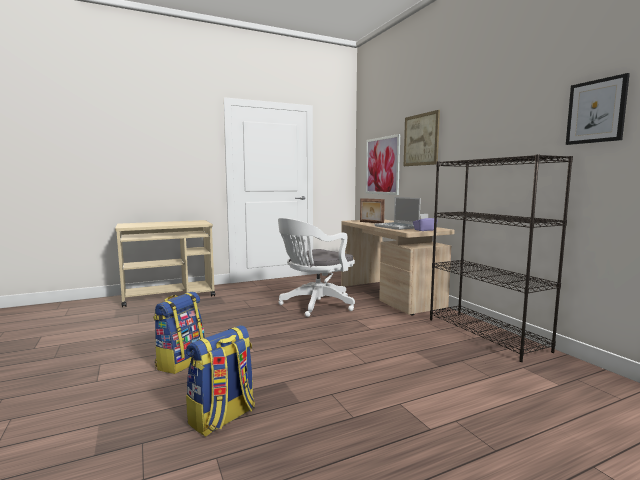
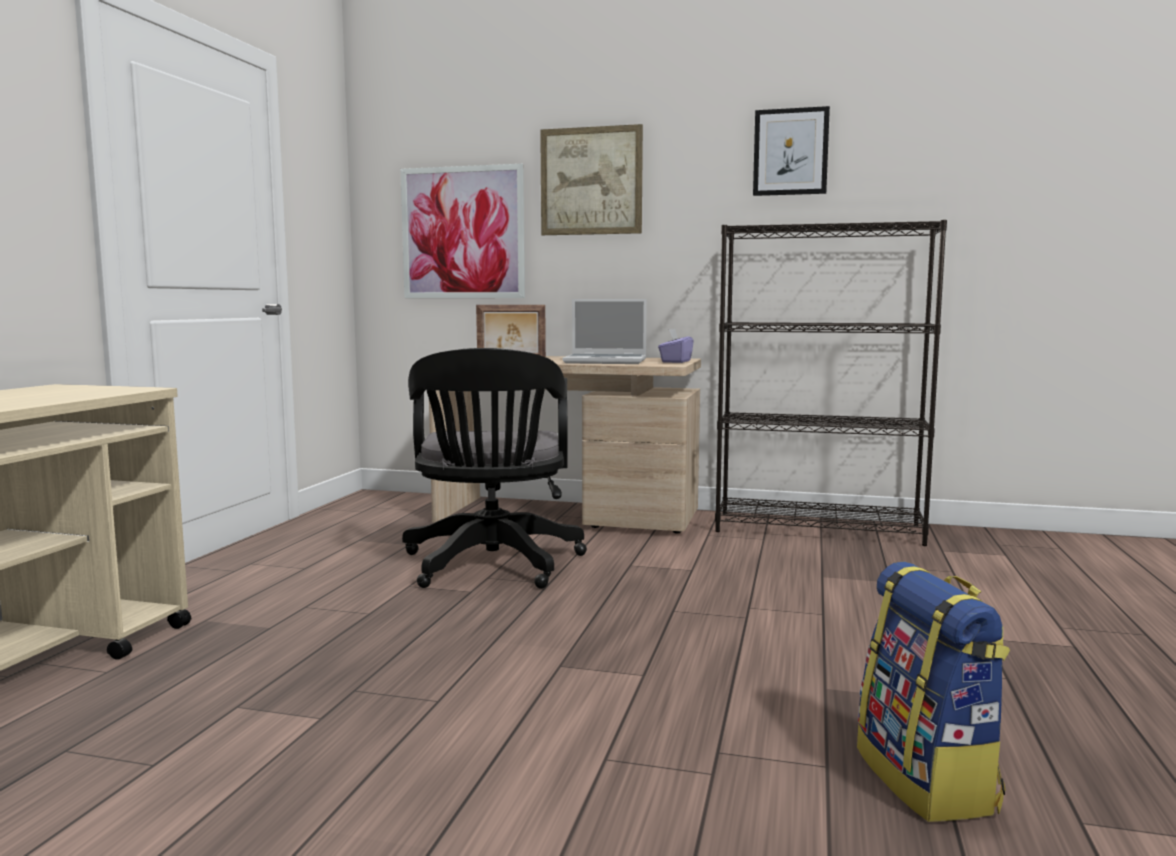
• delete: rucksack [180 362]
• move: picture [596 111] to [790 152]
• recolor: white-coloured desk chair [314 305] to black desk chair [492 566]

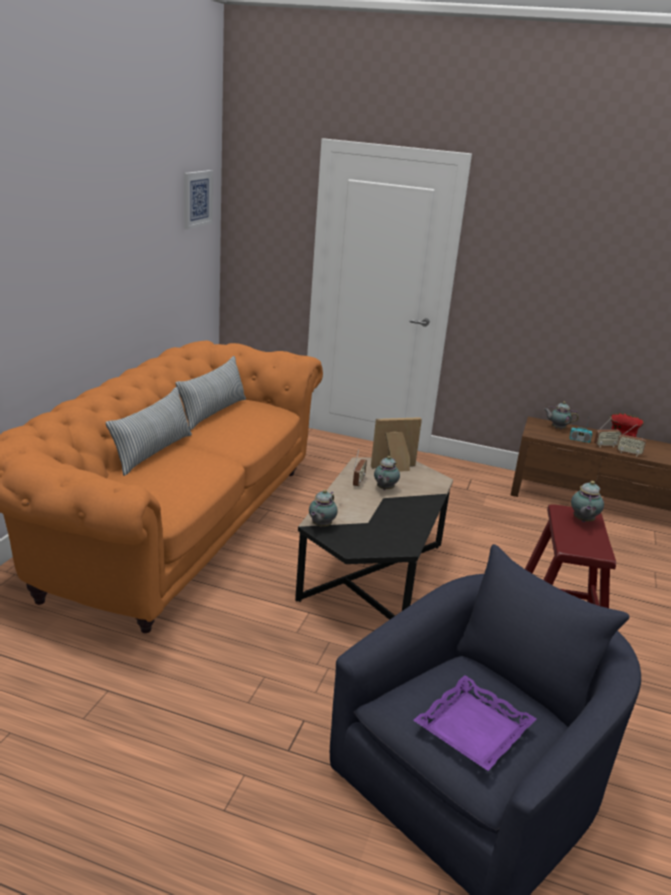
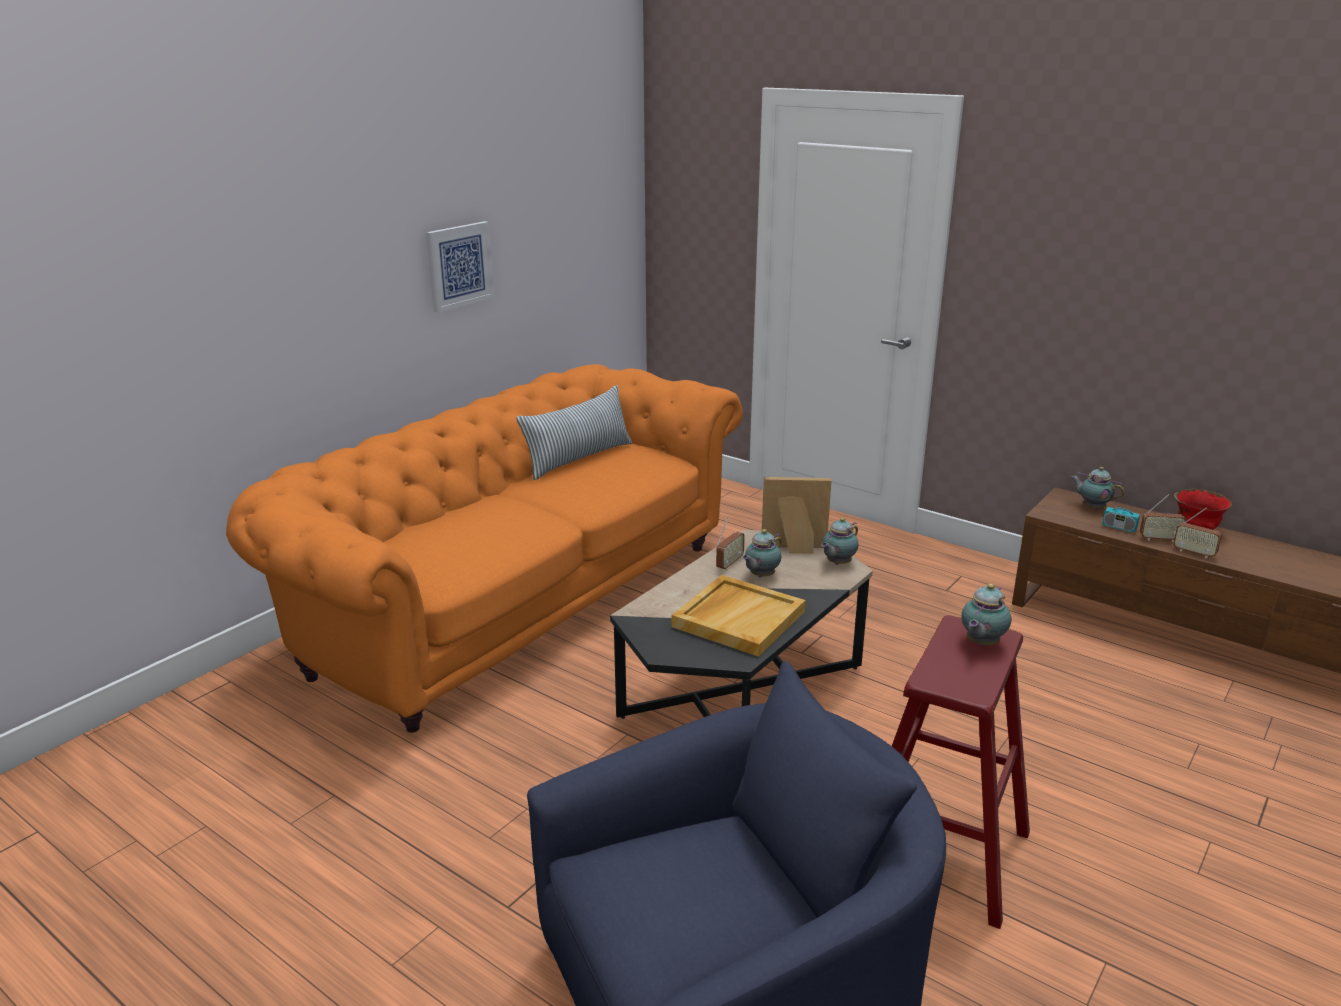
• delete: throw pillow [153 452]
• delete: purplish carrying tray [474 729]
• insert: beige-coloured carrying tray [738 618]
• move: picture [197 199] to [459 265]
• move: tea pot [320 526] to [837 563]

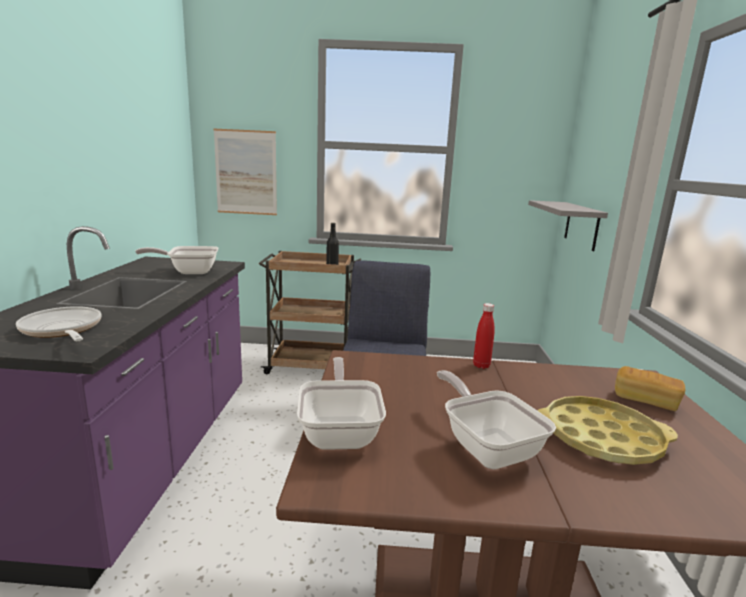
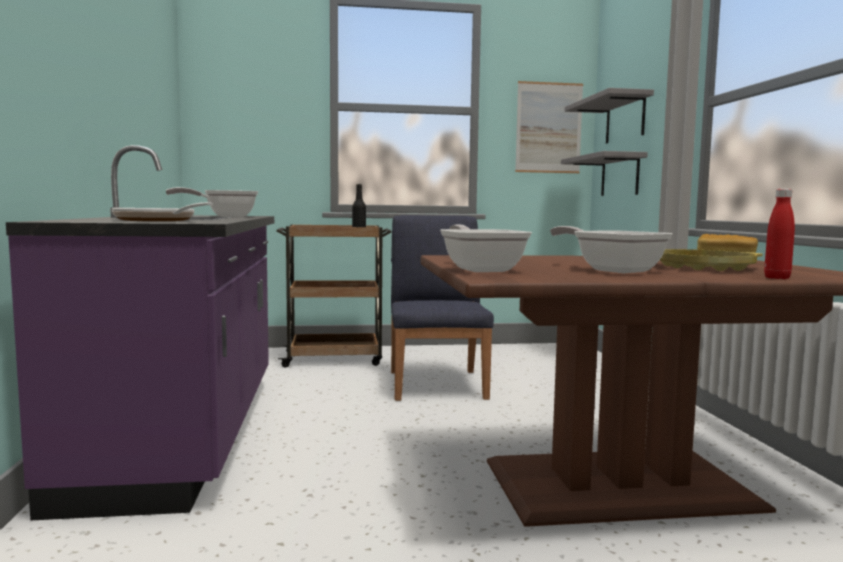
• insert: greyish shelf [625 119]
• move: picture [246 172] to [548 128]
• move: red drink bottle [481 365] to [777 278]

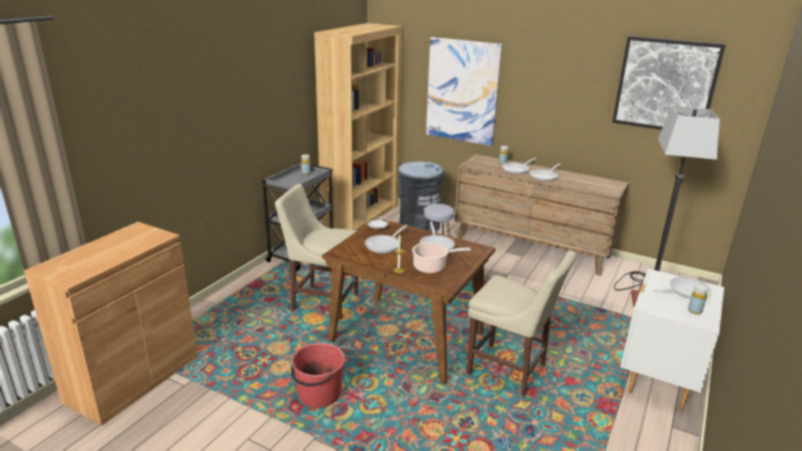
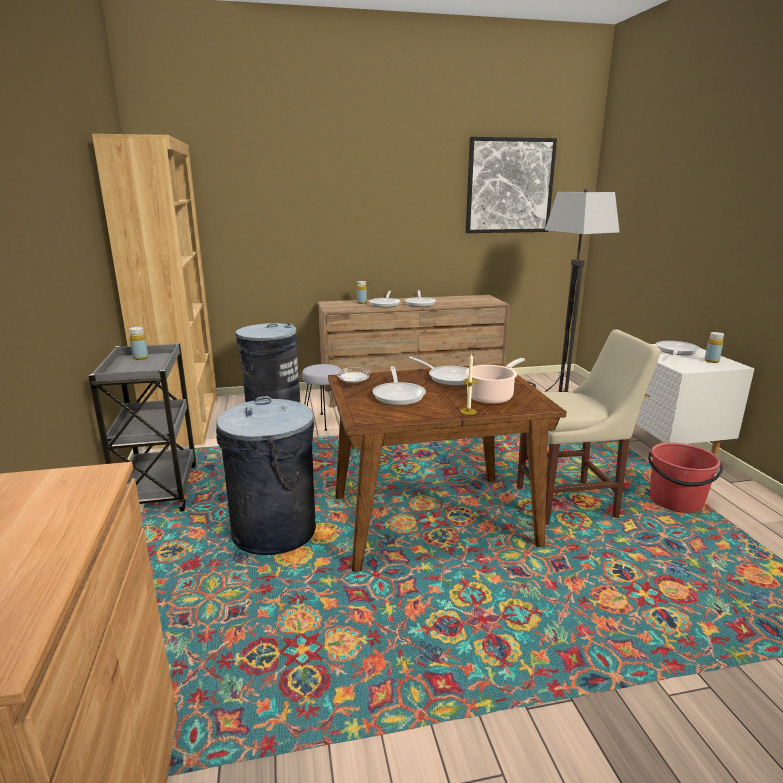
• delete: picture [462 91]
• move: red water bucket [319 394] to [676 501]
• replace: beige-coloured plain chair [322 302] to greyish trash can [273 531]

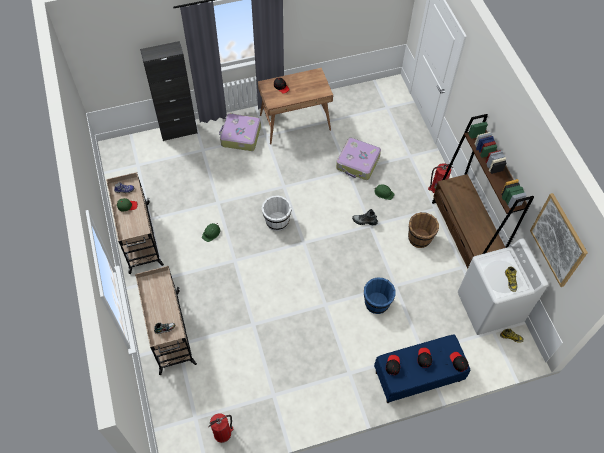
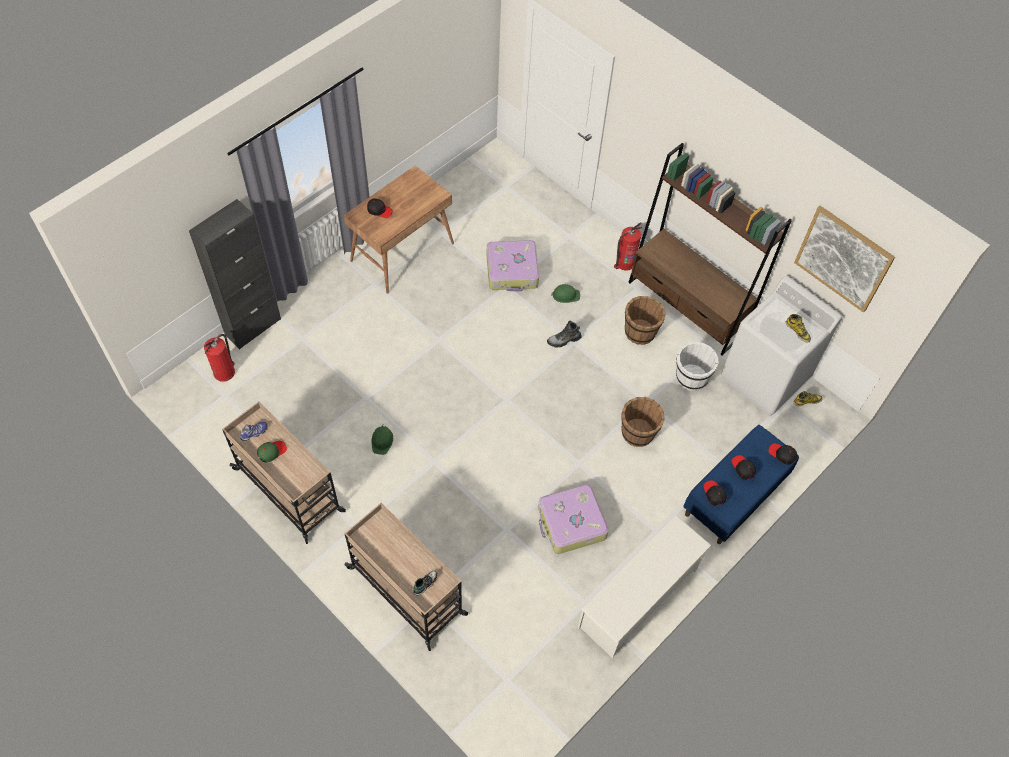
• insert: white-coloured shoe rack [638 599]
• move: fire-fighting cylinder [223 433] to [225 372]
• move: piece of luggage [240 136] to [571 523]
• move: white-coloured water bucket [277 221] to [691 378]
• recolor: bluish water bucket [376 303] to brown-coloured water bucket [638 433]

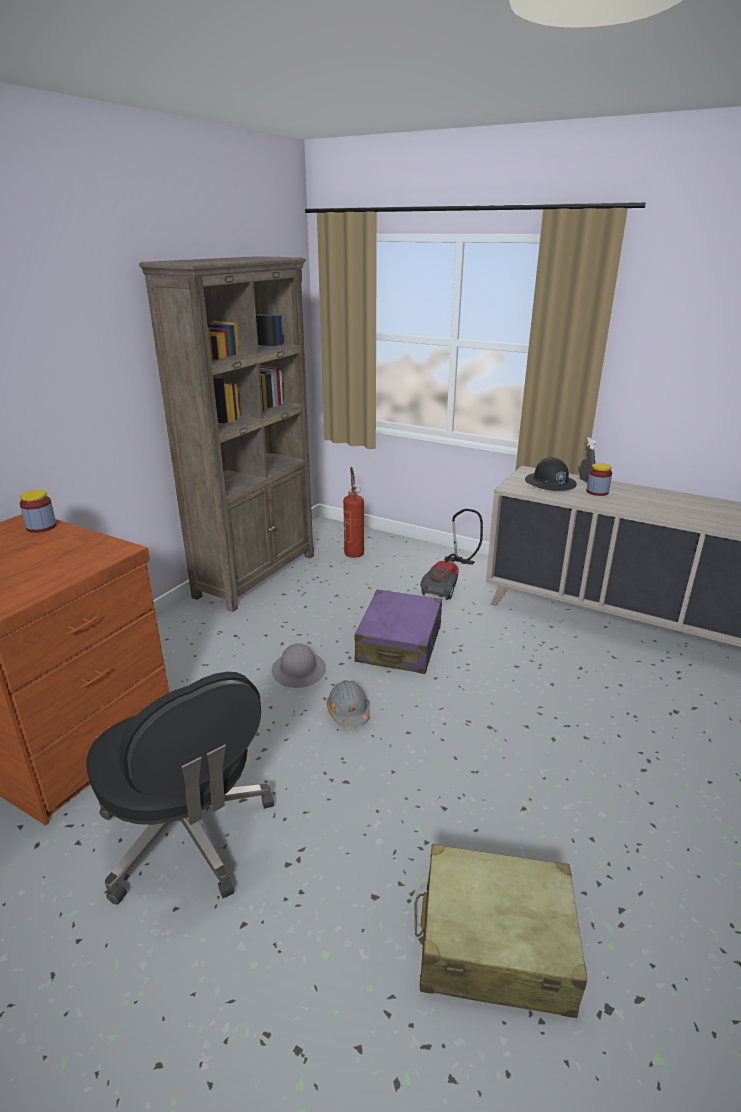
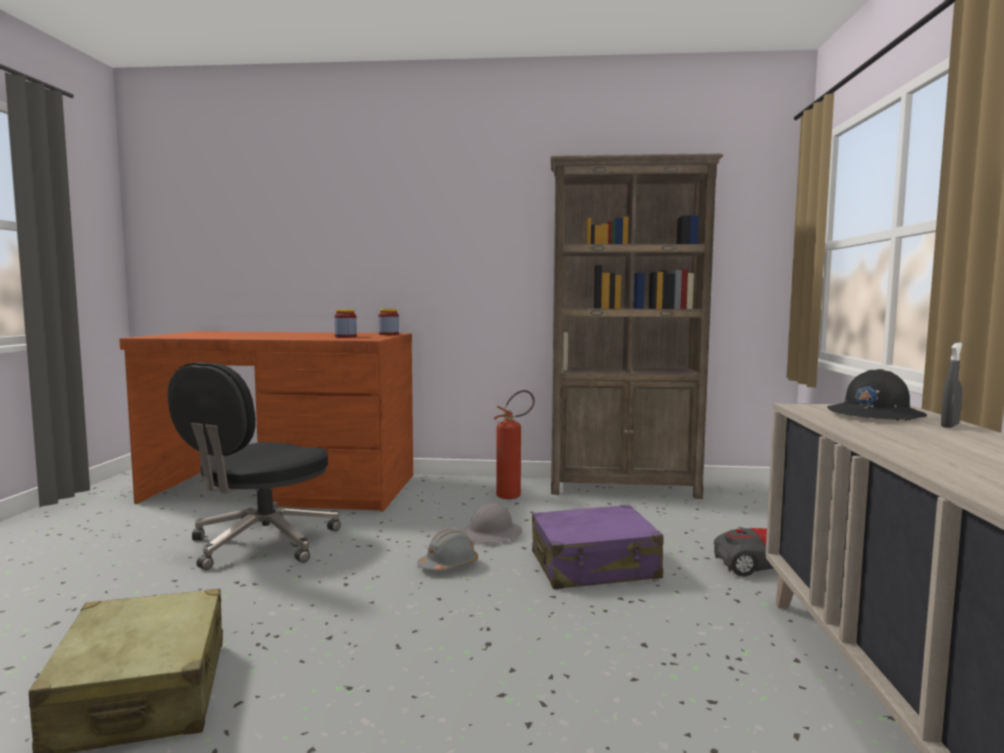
• move: fire-fighting cylinder [353 551] to [514 495]
• move: storage jar [597 492] to [345 336]

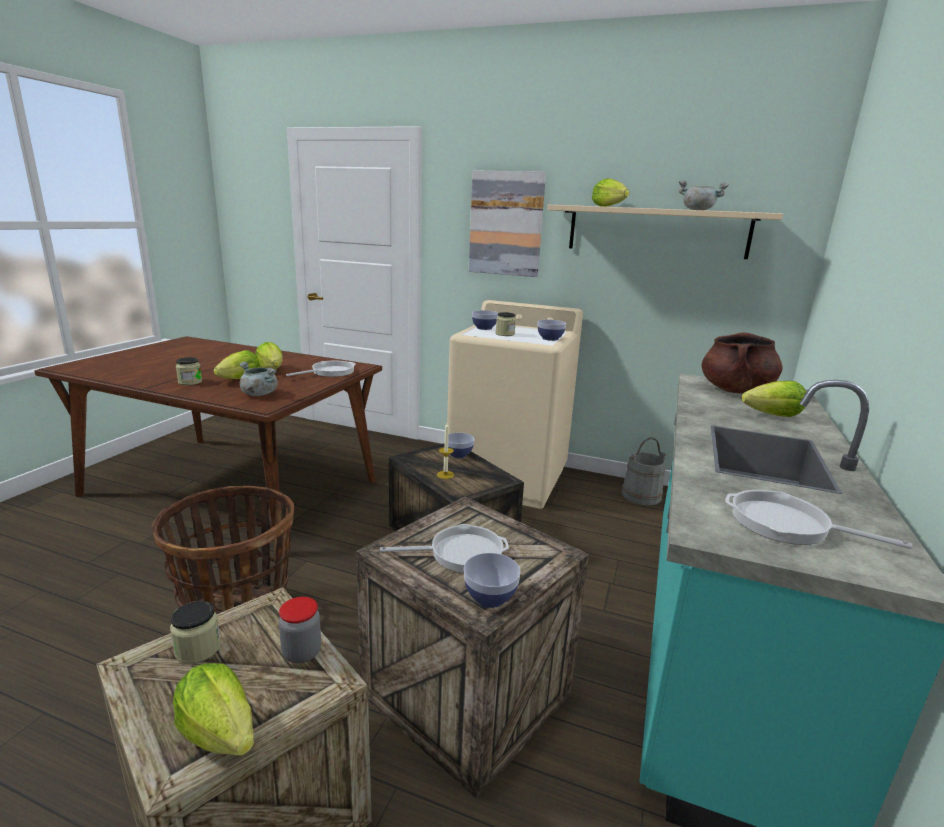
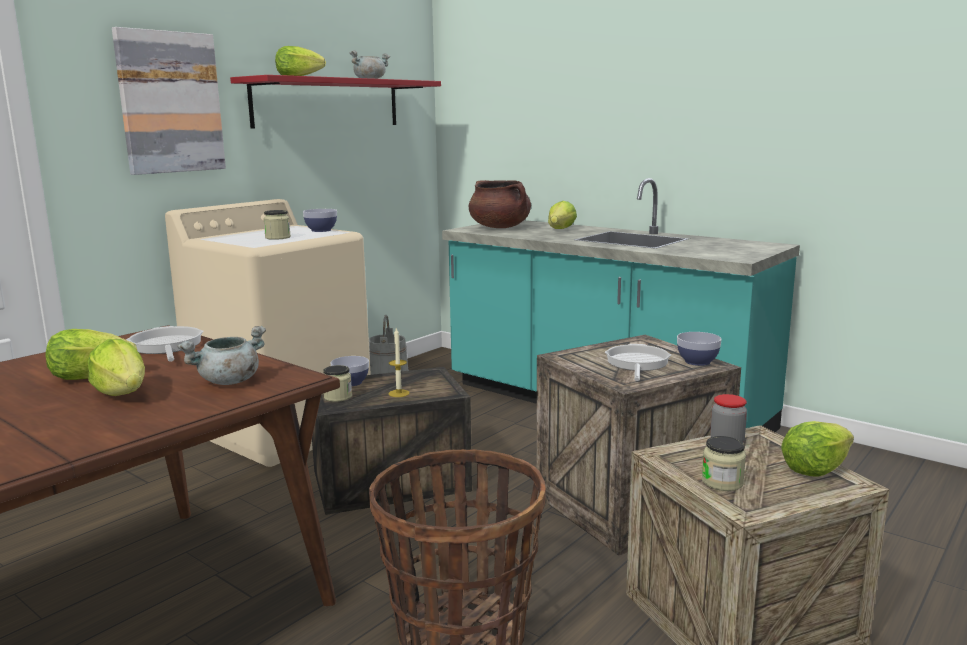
• delete: deep dish [484 328]
• delete: pan [786 524]
• move: storage jar [190 382] to [338 397]
• recolor: beige-coloured shelf [657 231] to red shelf [327 103]

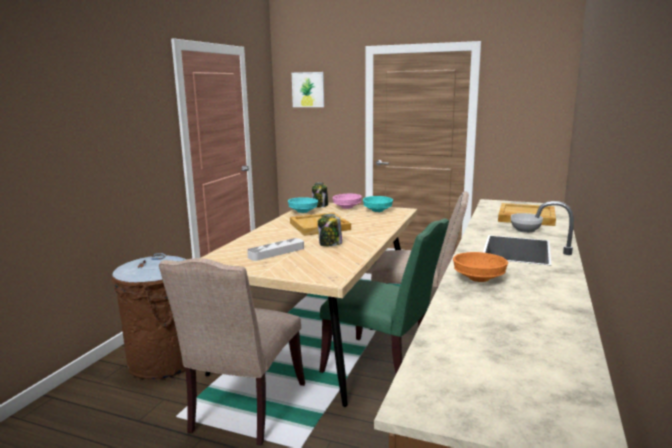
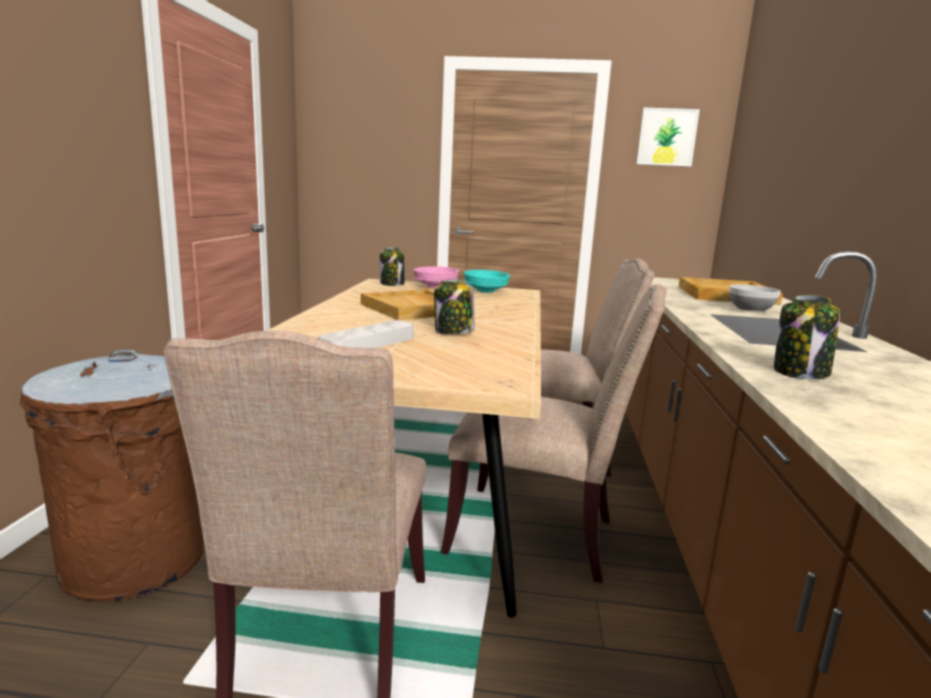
• delete: blue-green deep dish [303 211]
• move: picture [308 89] to [667 137]
• replace: orange deep dish [479 279] to storage jar [800 372]
• recolor: green-coloured plain chair [382 367] to beige-coloured plain chair [540 535]

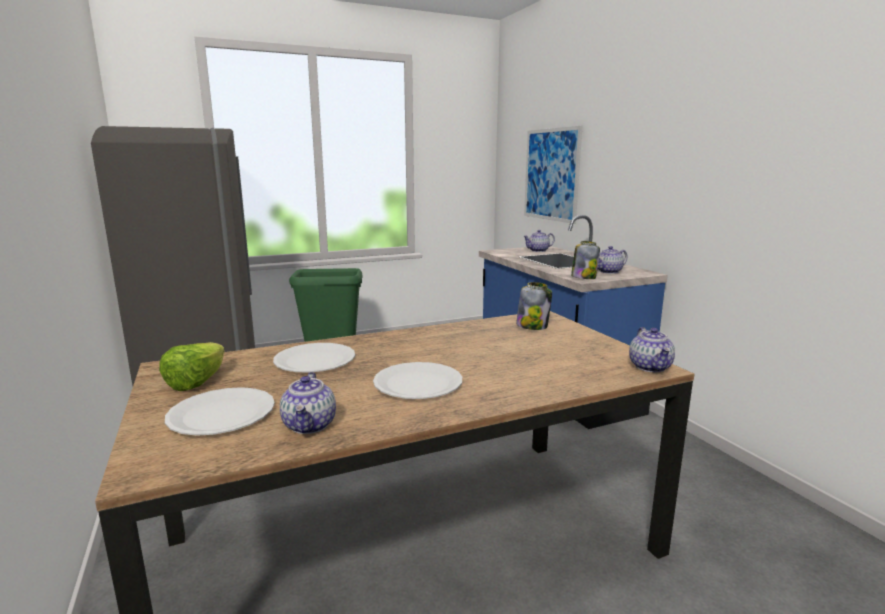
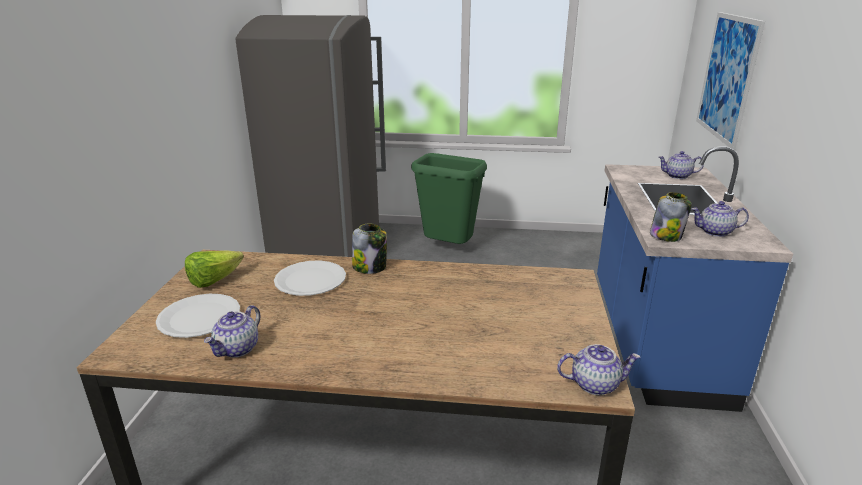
• delete: white-coloured plate [417 383]
• move: storage jar [532 326] to [370 267]
• rotate: tea pot [650 367] = [595 384] 120 degrees counterclockwise

